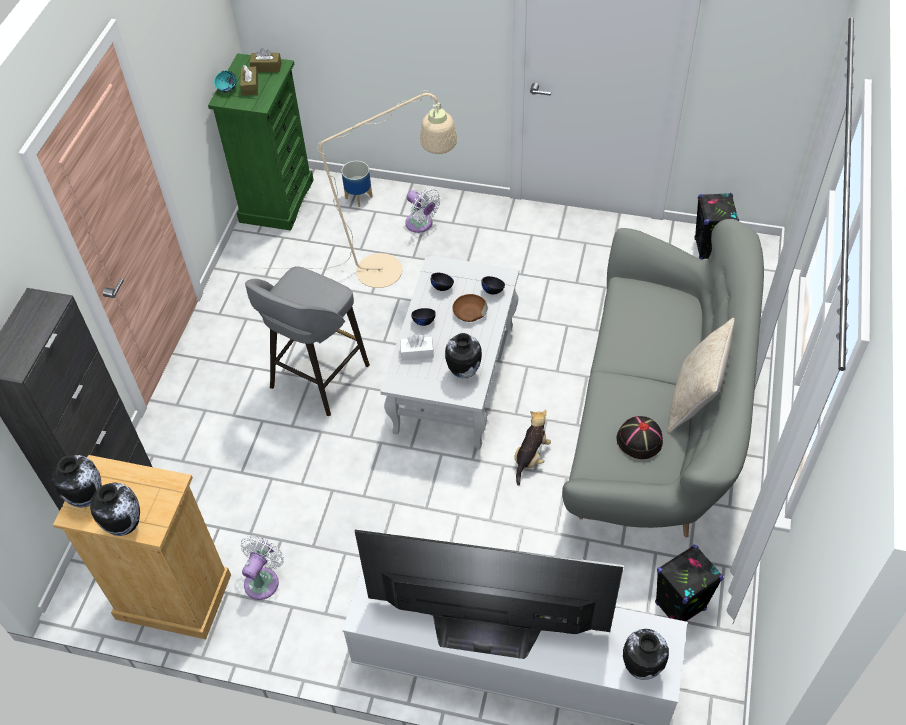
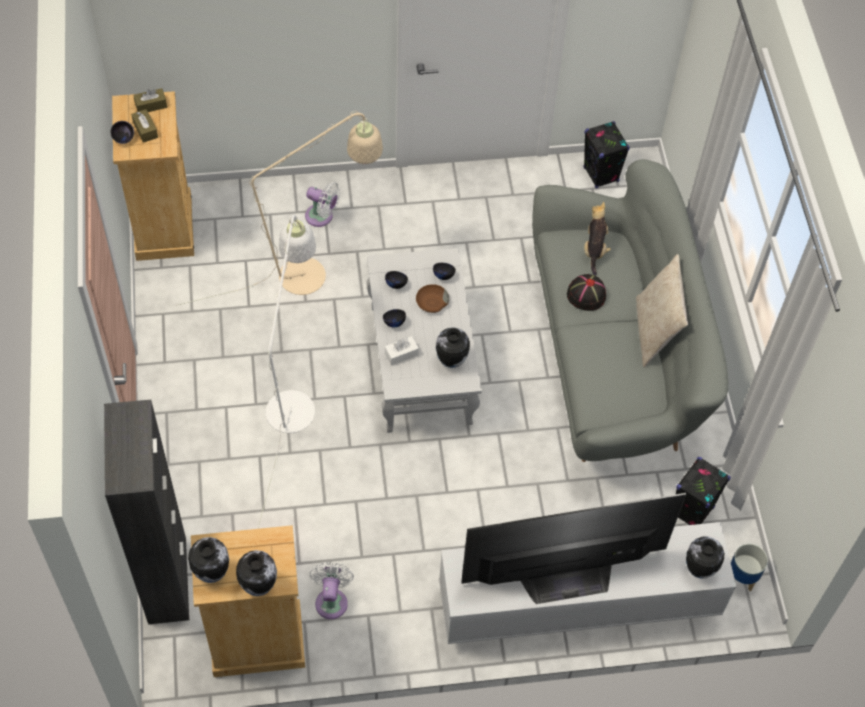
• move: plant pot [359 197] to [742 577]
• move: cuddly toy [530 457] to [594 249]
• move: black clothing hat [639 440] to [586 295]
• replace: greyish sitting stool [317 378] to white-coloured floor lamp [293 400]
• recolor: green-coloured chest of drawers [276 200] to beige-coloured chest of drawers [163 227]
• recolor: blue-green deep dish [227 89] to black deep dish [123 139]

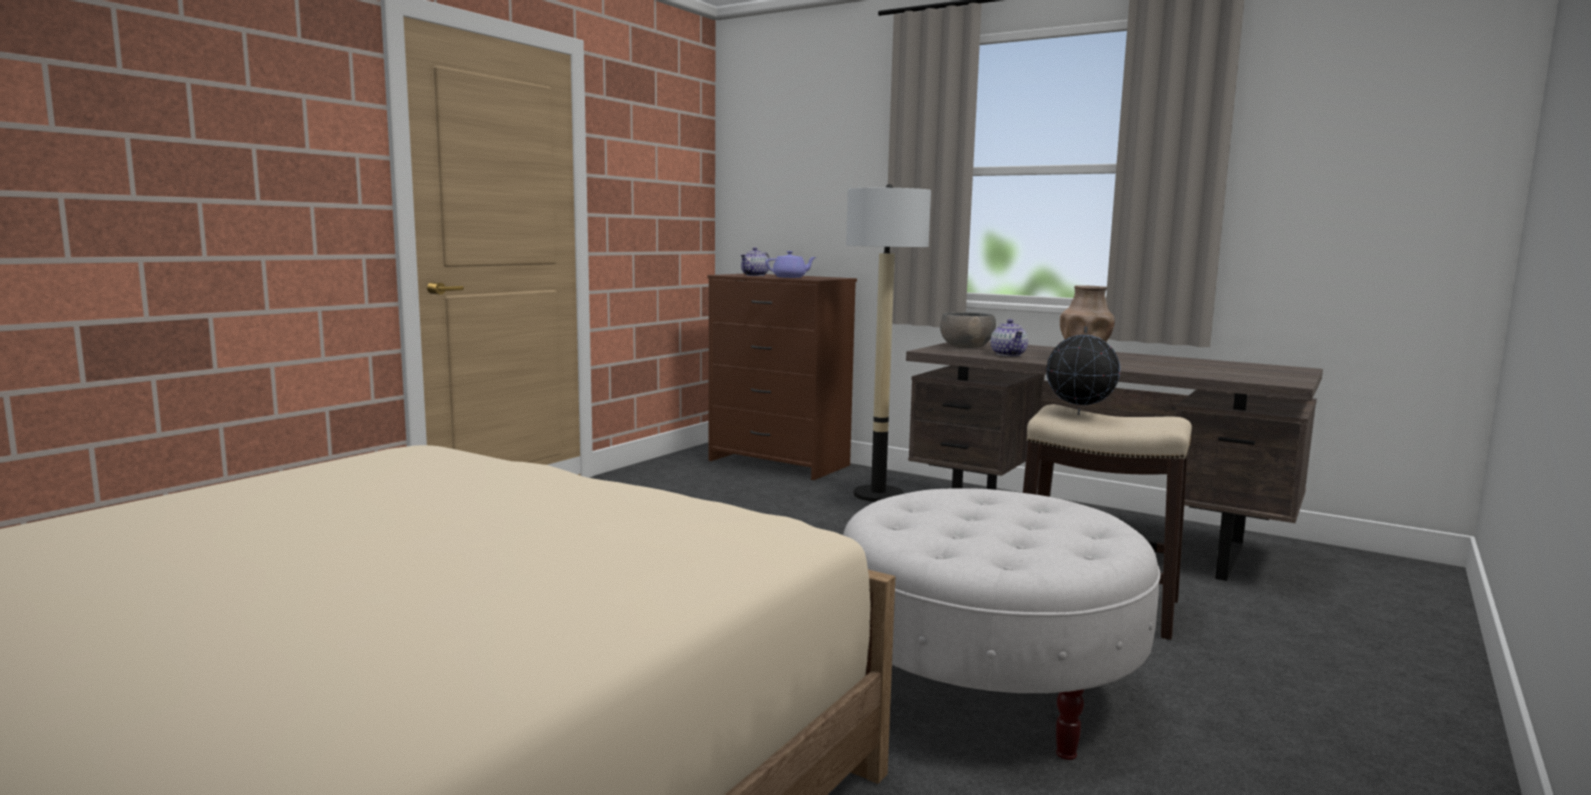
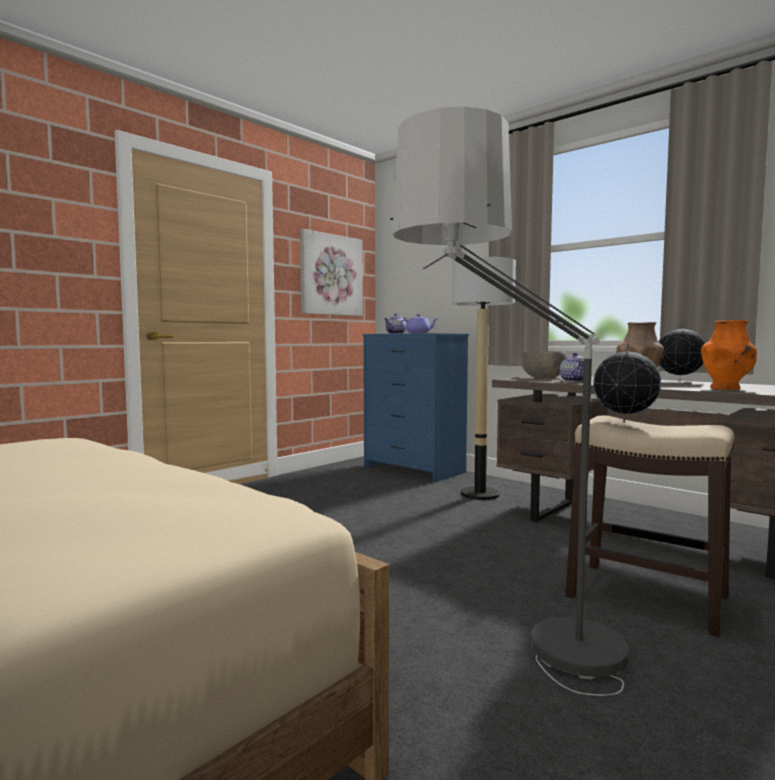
• insert: picture [330 275]
• insert: desk globe [679 381]
• insert: orange flower vase [726 388]
• replace: white-coloured ottoman [985 687] to floor lamp [521 675]
• recolor: brown-coloured chest of drawers [778 463] to bluish chest of drawers [413 470]

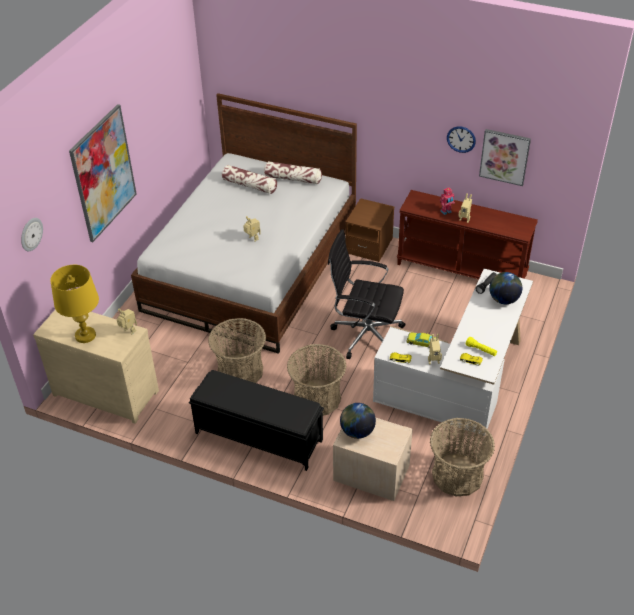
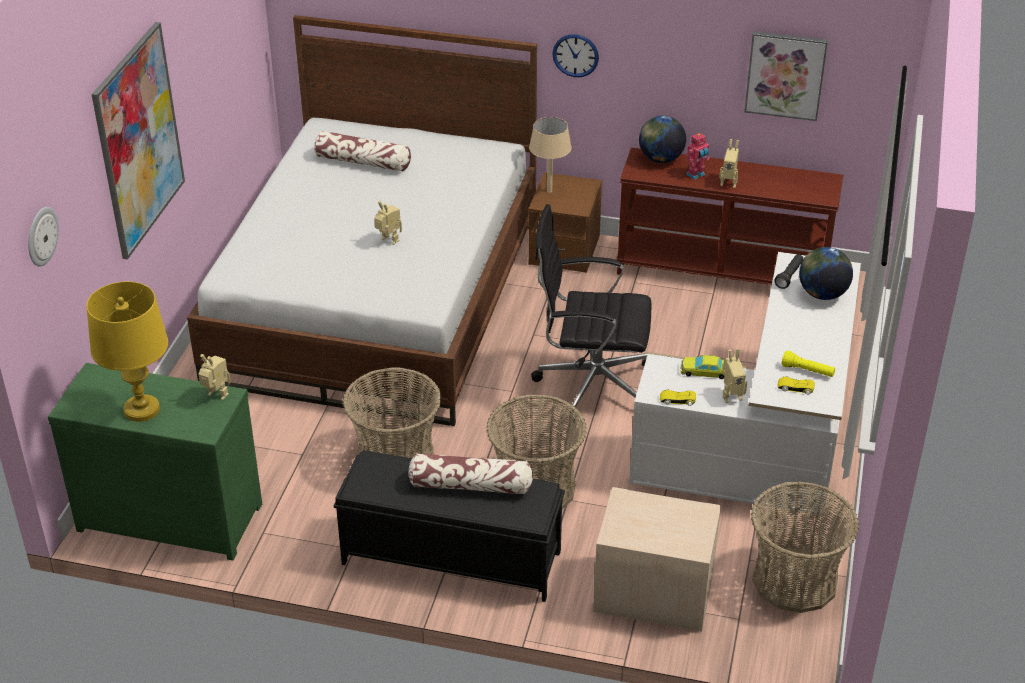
• insert: beige-coloured lamp for a table [549 191]
• move: throw pillow [293 179] to [471 485]
• move: desk globe [357 431] to [660 159]
• move: clock on the wall [461 139] to [575 55]
• recolor: beige-coloured chest of drawers [106 390] to green-coloured chest of drawers [171 513]

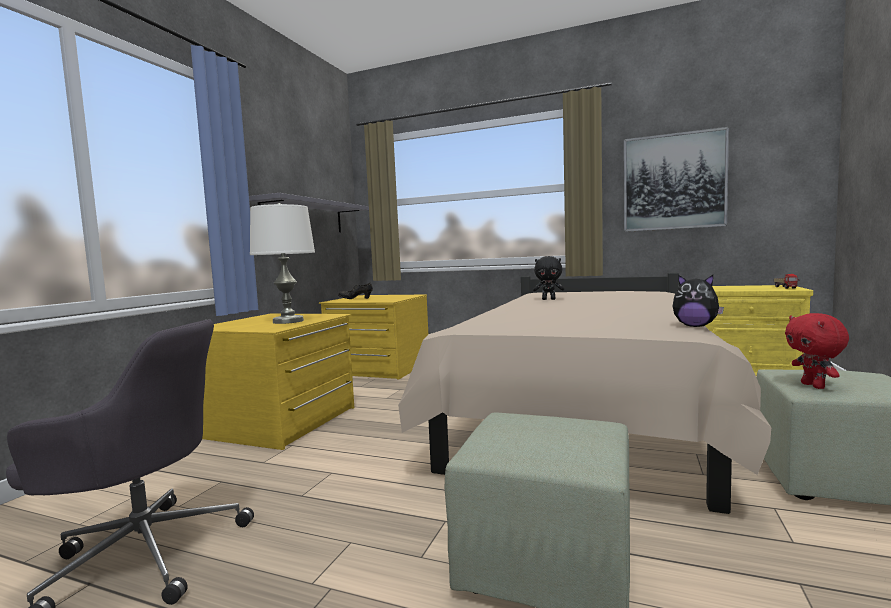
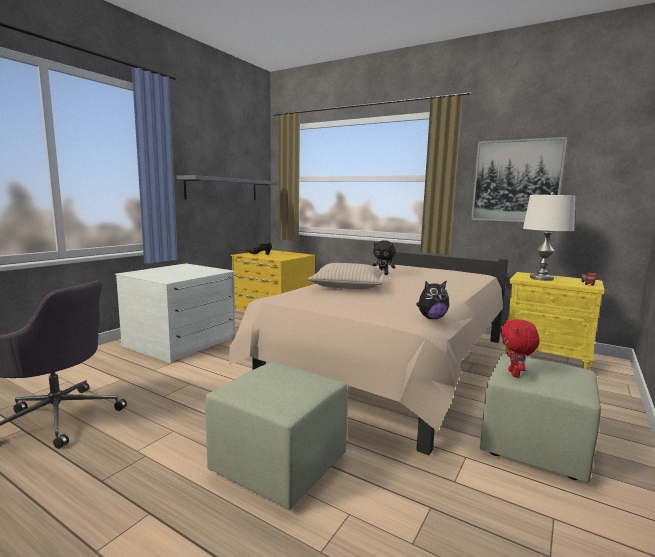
• insert: beige-coloured throw pillow [347 286]
• move: white-coloured lamp for a table [288 321] to [541 278]
• recolor: yellow-coloured chest of drawers [281 422] to white-coloured chest of drawers [181 342]
• rotate: cuddly toy [695 326] = [431 318] 60 degrees counterclockwise

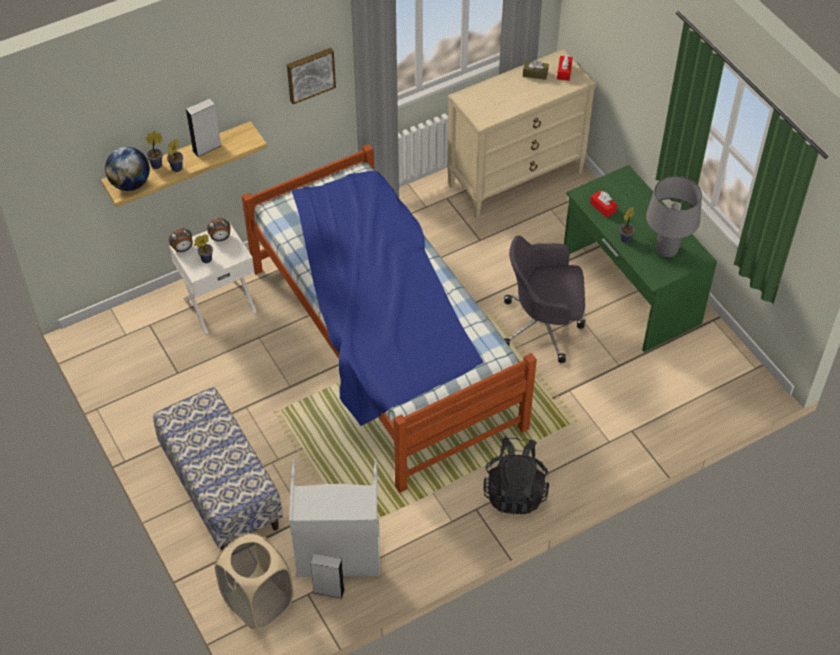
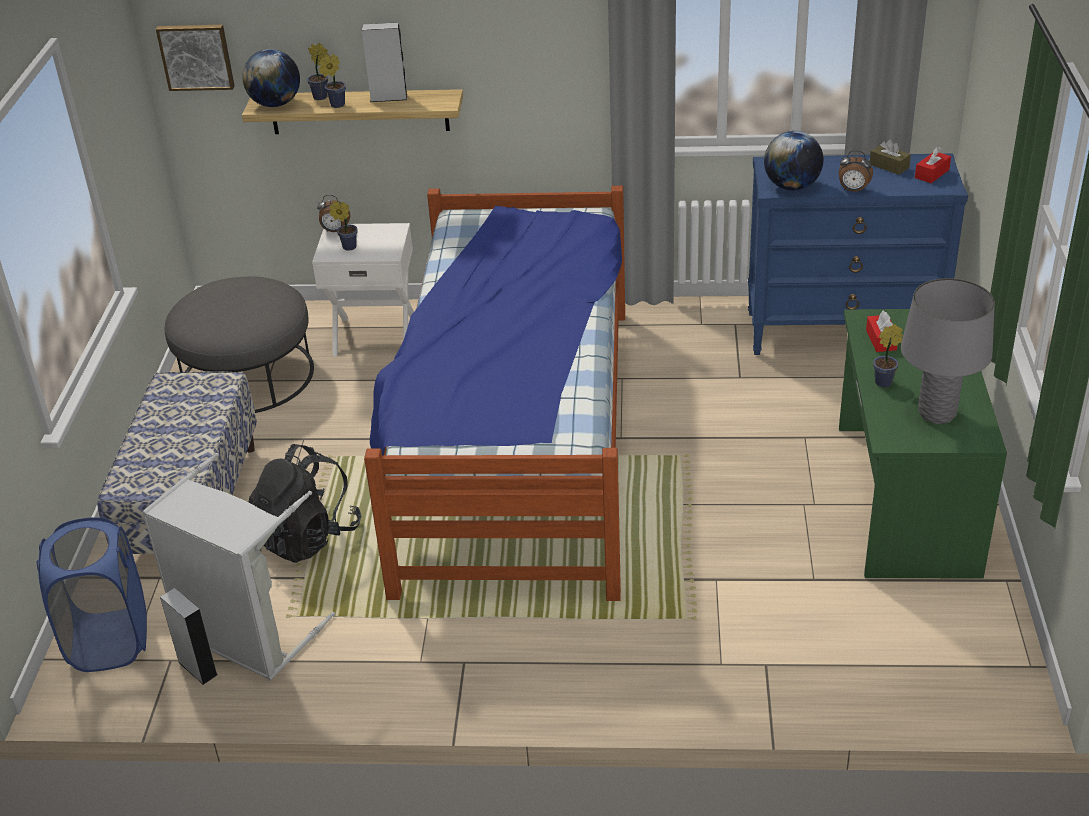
• delete: greyish desk chair [543 326]
• insert: greyish ottoman [248 375]
• insert: desk globe [792 186]
• move: bedside clock [220 238] to [853 190]
• move: picture [310 74] to [196 56]
• move: black rucksack [515 491] to [308 537]
• recolor: beige-coloured hamper [258 602] to bluish hamper [109 641]
• recolor: beige-coloured chest of drawers [516 178] to bluish chest of drawers [843 332]

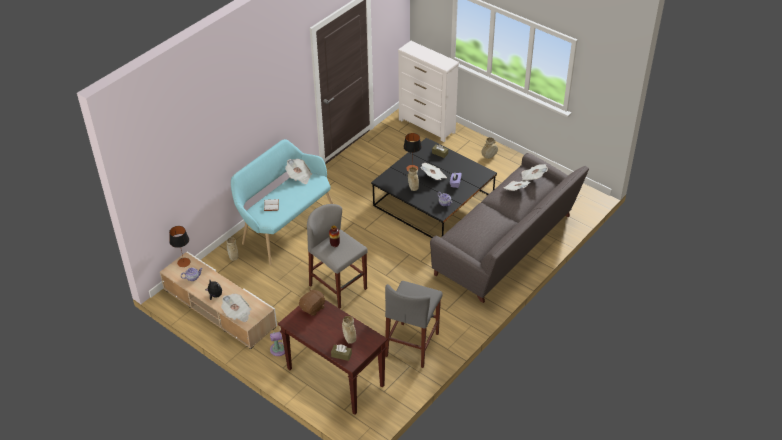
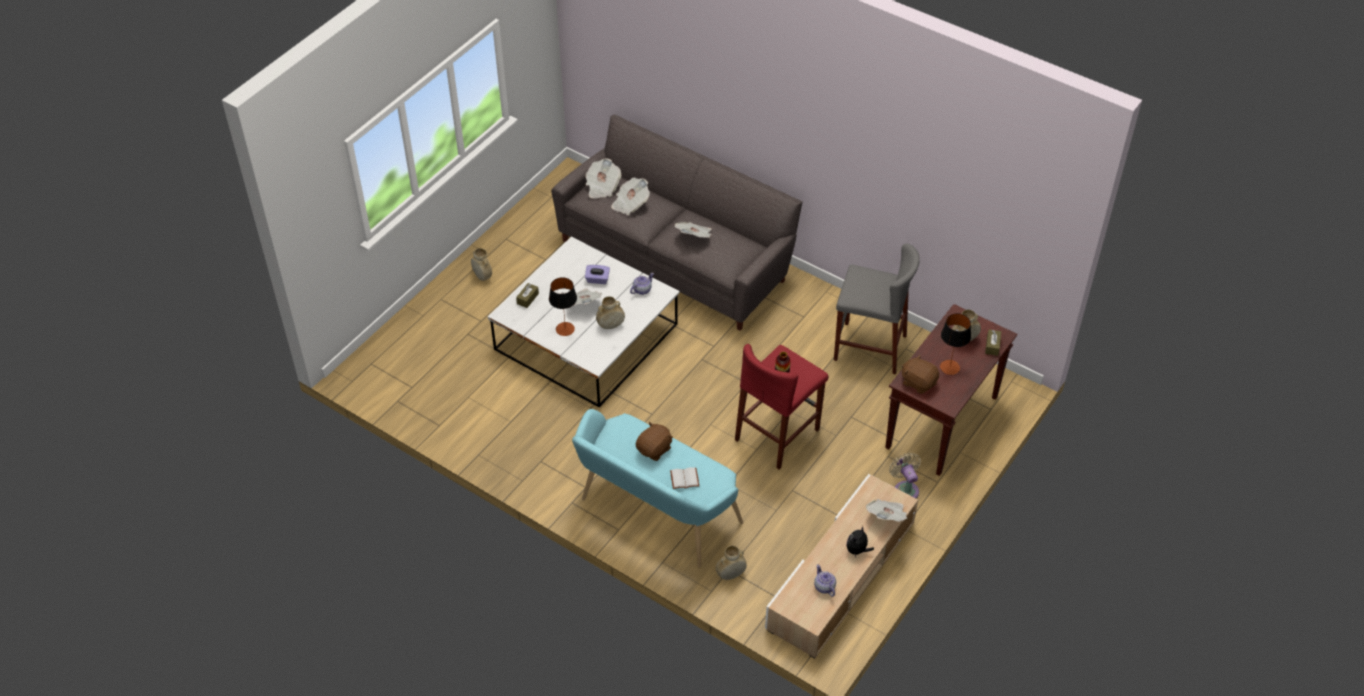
• delete: white-coloured chest of drawers [427 126]
• insert: brown-coloured cuddly toy [654 449]
• move: lamp for a table [184 262] to [950 367]
• move: daily paper [299 176] to [695 237]
• recolor: greyish sitting stool [338 287] to red sitting stool [777 435]
• recolor: black lounge table [433 201] to white-coloured lounge table [586 336]

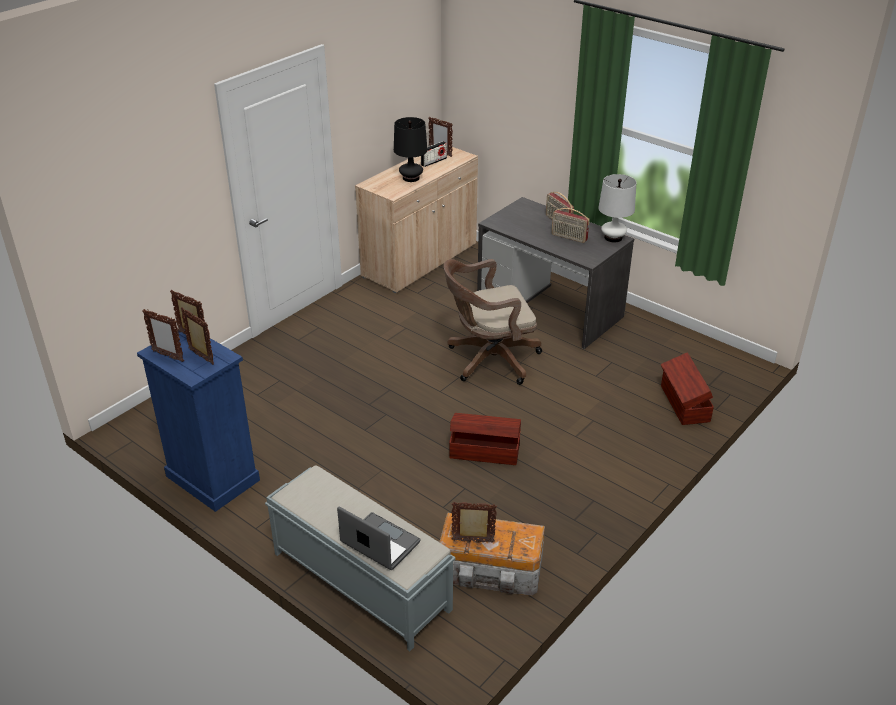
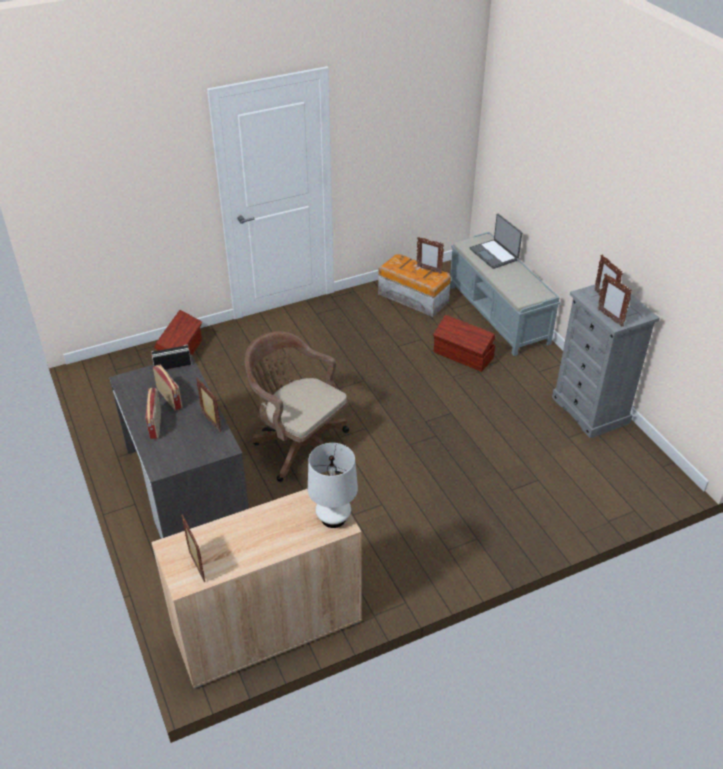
• delete: black lamp for a table [411 178]
• move: photo frame [168 356] to [211 422]
• move: radio receiver [433 161] to [172 366]
• move: brown-coloured storage box [484 450] to [463 356]
• move: white-coloured lamp for a table [613 237] to [333 518]
• recolor: bluish chest of drawers [212 478] to greyish chest of drawers [590 410]
• rotate: brown-coloured desk chair [488 360] = [299 446] 150 degrees counterclockwise

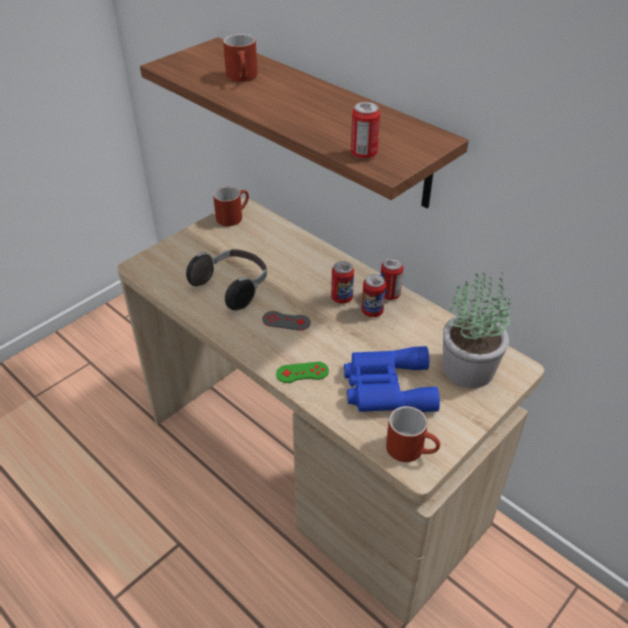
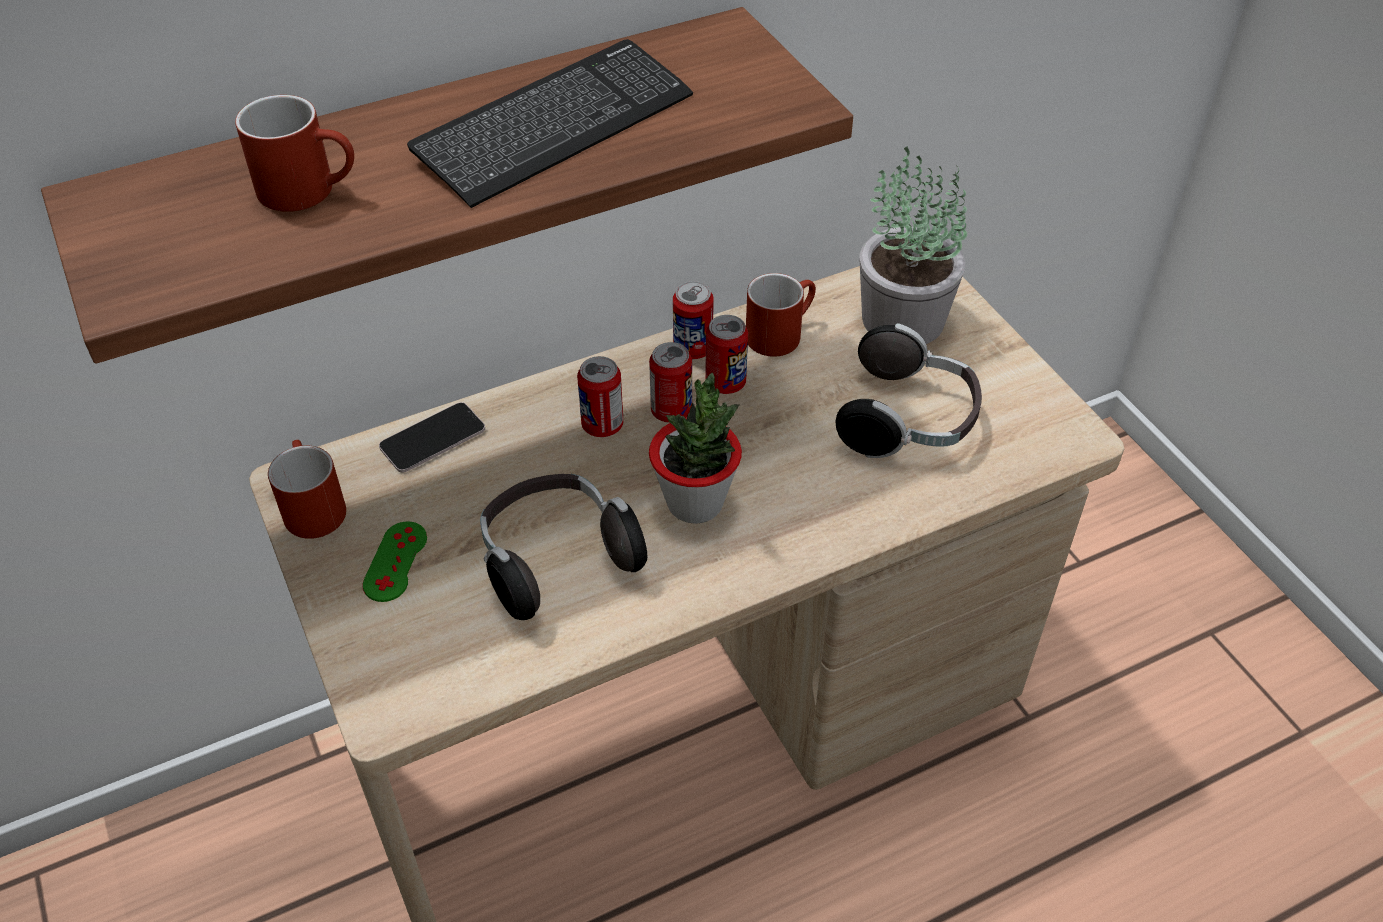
• insert: telephone [432 438]
• insert: keyboard [554 127]
• move: green-coloured gamepad [302 372] to [395 561]
• move: sealed can [364 154] to [602 425]
• move: red mug [412 449] to [780 332]
• replace: greyish gamepad [286 321] to potted plant [695 503]
• replace: bluish field glasses [386 387] to headset [908 421]

